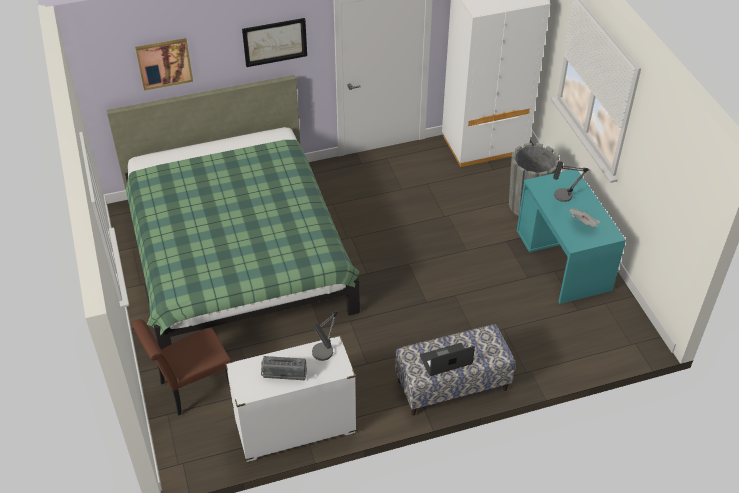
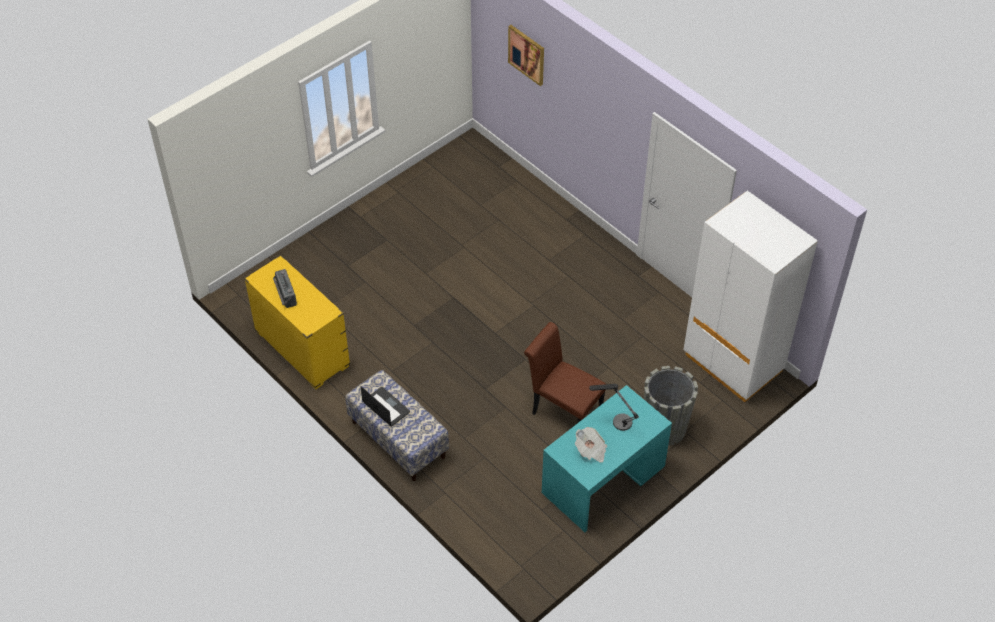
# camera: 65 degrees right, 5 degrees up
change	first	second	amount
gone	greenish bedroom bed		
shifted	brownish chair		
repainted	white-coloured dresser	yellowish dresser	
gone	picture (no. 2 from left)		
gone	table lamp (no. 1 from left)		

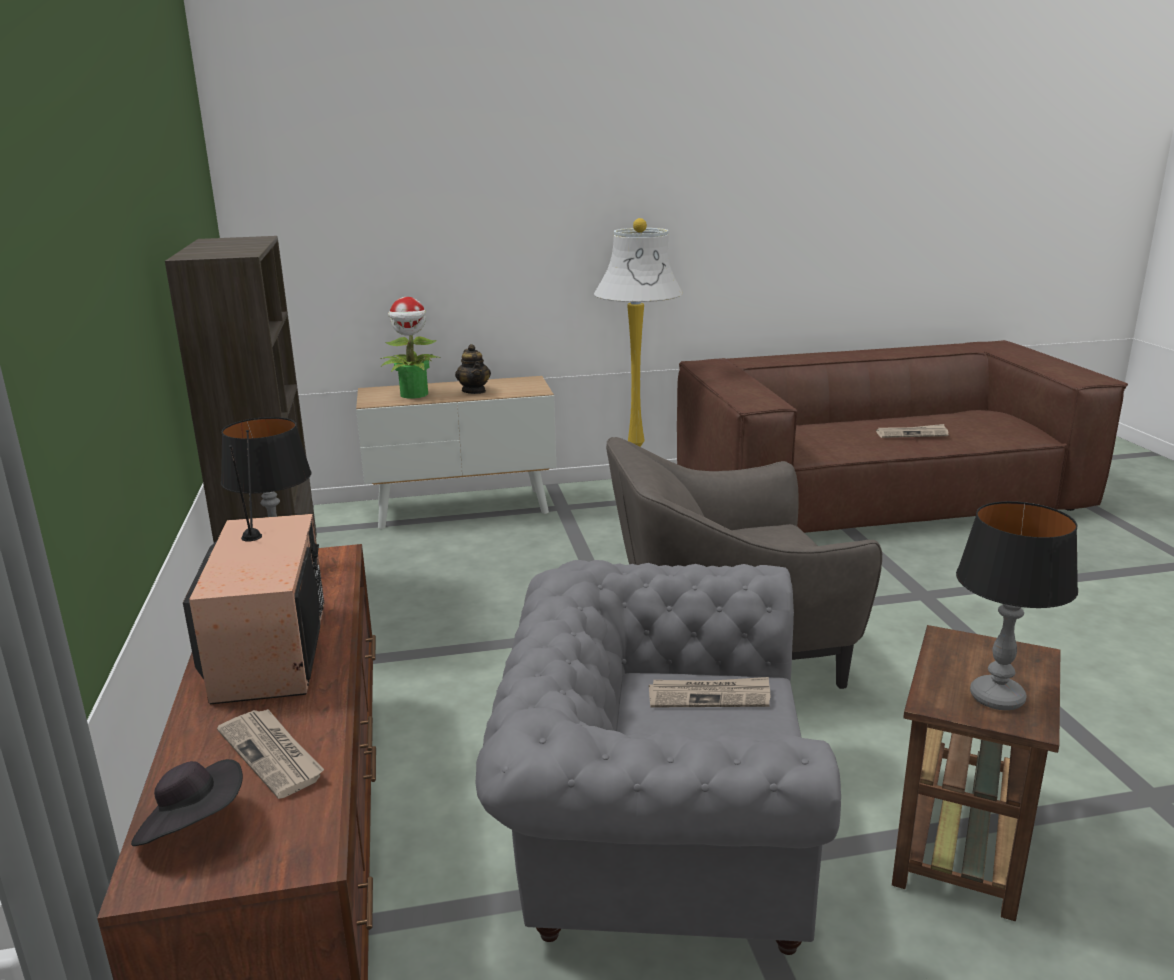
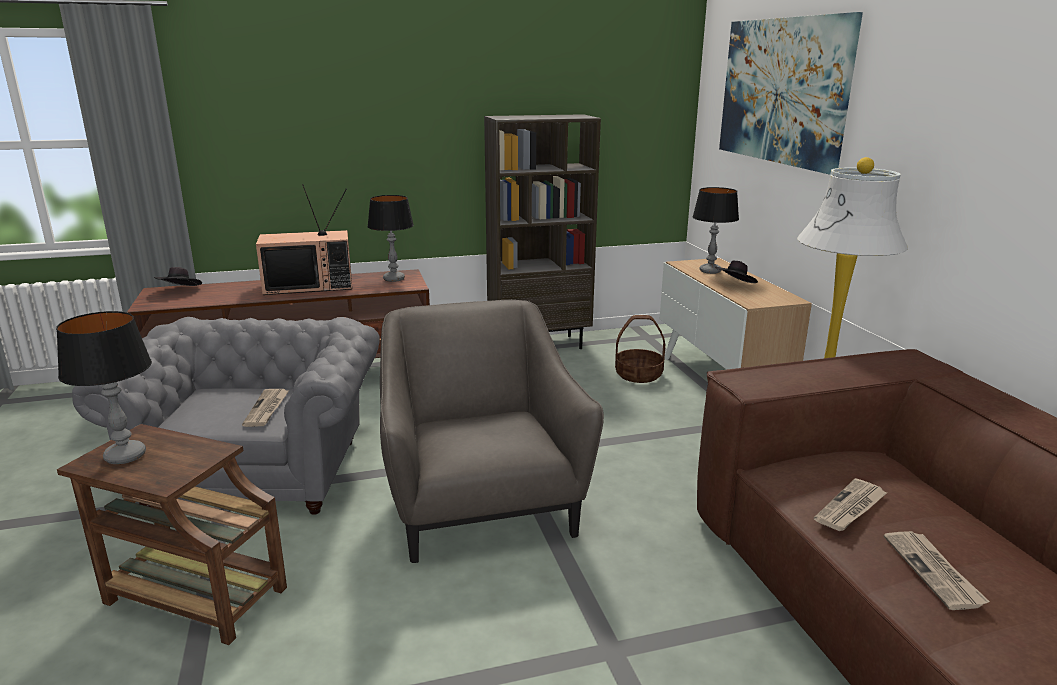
# camera: 85 degrees right, 0 degrees up
change	first	second	amount
shifted	daily paper (no. 1 from left in the first image)	daily paper (no. 2 from left)	
swapped	potted plant	table lamp (no. 3 from left)	
swapped	tea pot	black-coloured wearable hat (no. 2 from left)	
new		basket	
new		picture	

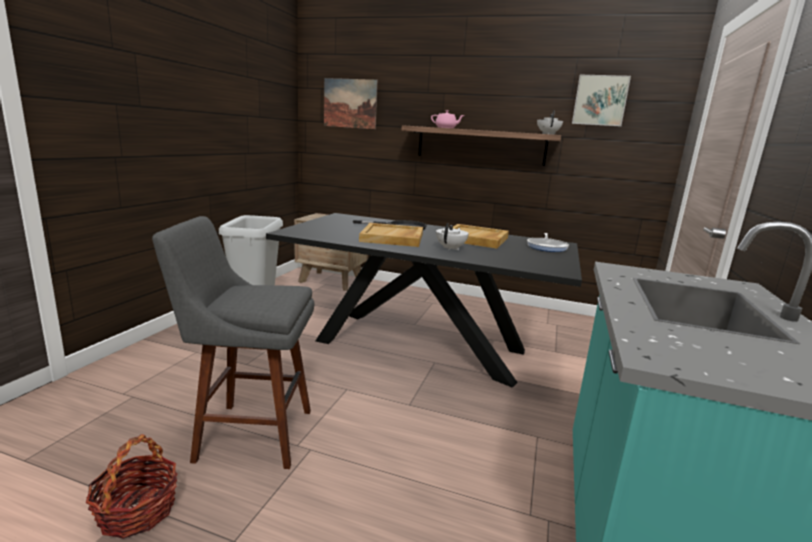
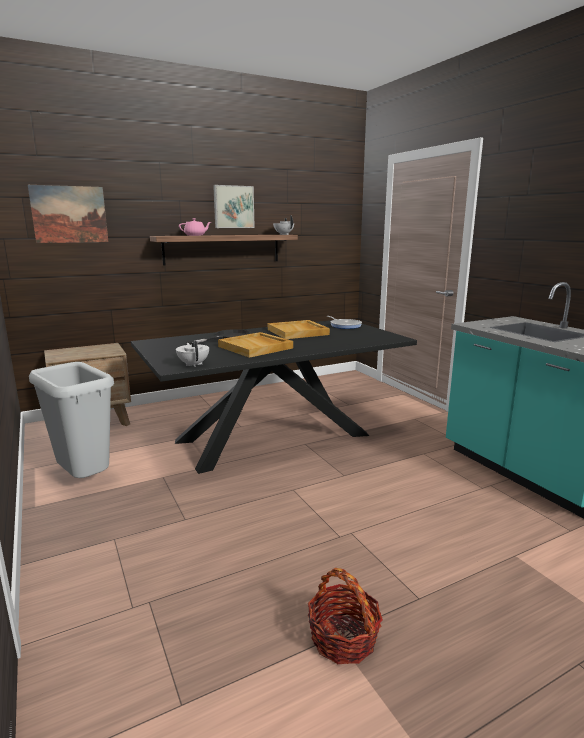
# camera: 45 degrees left, 0 degrees up
change	first	second	amount
gone	grey sitting stool		
shifted	white-coloured tea pot (no. 1 from left)		
shifted	picture (no. 2 from left)		

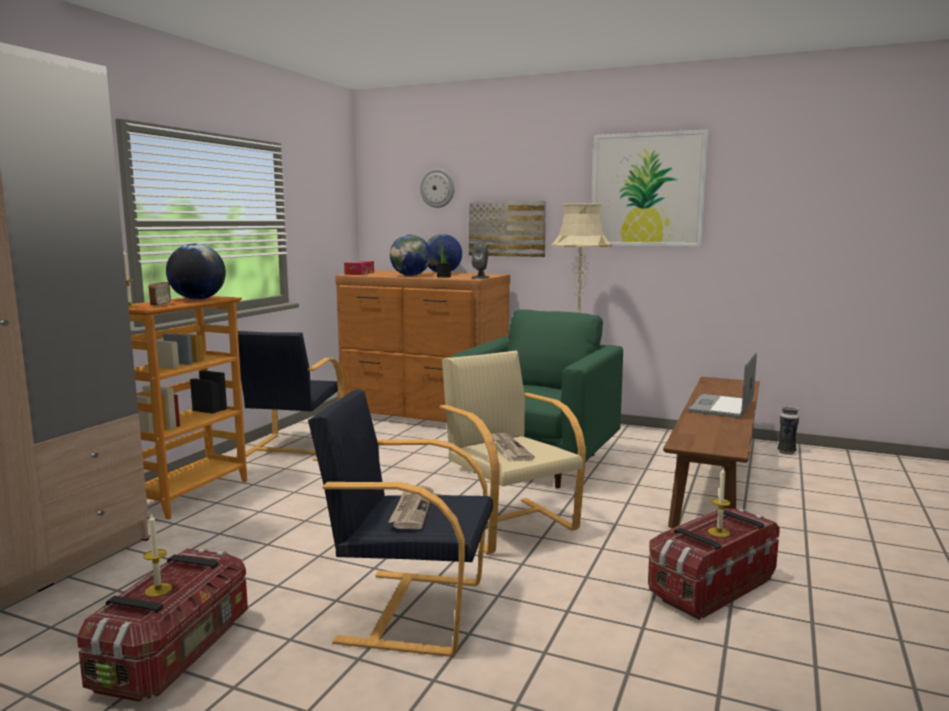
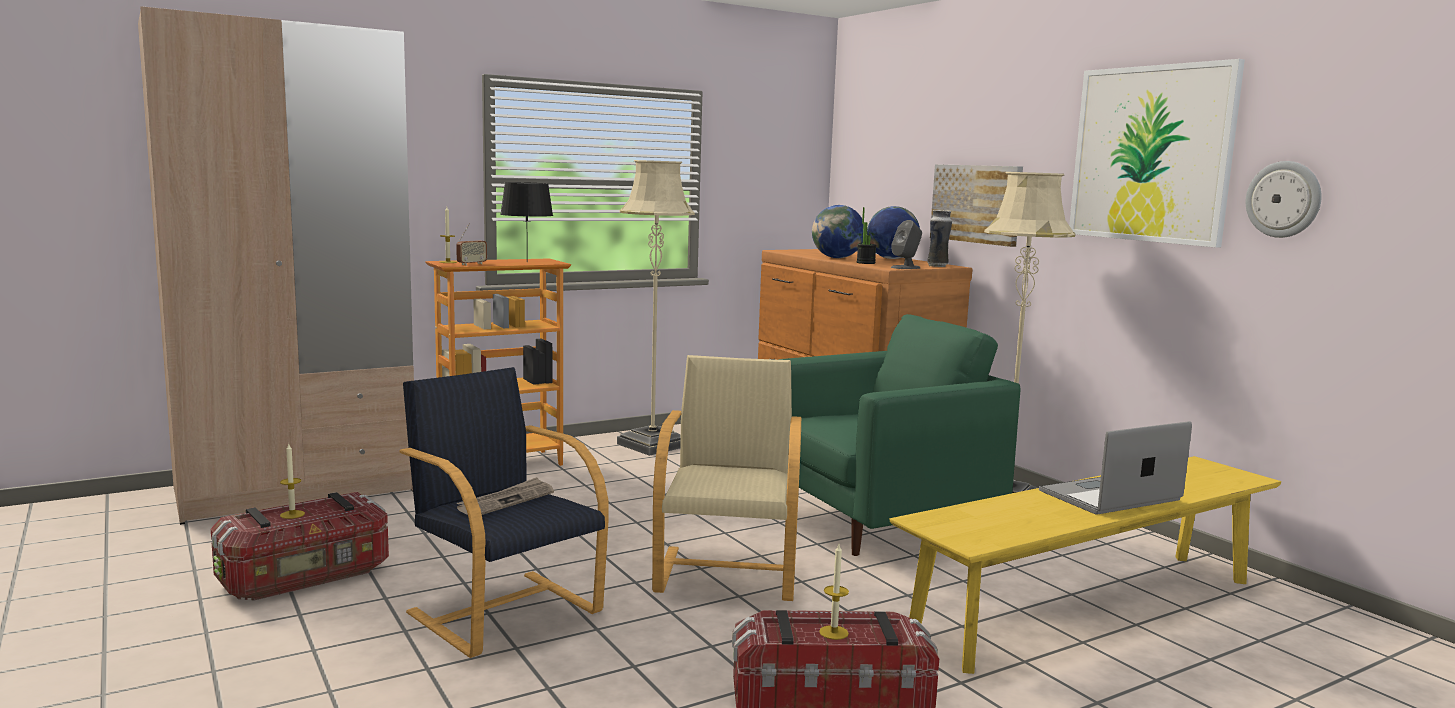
# camera: 35 degrees right, 0 degrees up
change	first	second	amount
swapped	desk globe (no. 1 from left)	black-coloured table lamp	
swapped	black-coloured easy chair (no. 1 from left)	beige standard lamp (no. 1 from left)	
gone	tissue box		
shifted	clock on the wall		
gone	daily paper (no. 2 from left)		
repainted	brownish long seat	yellowish long seat	
shifted	flower vase		

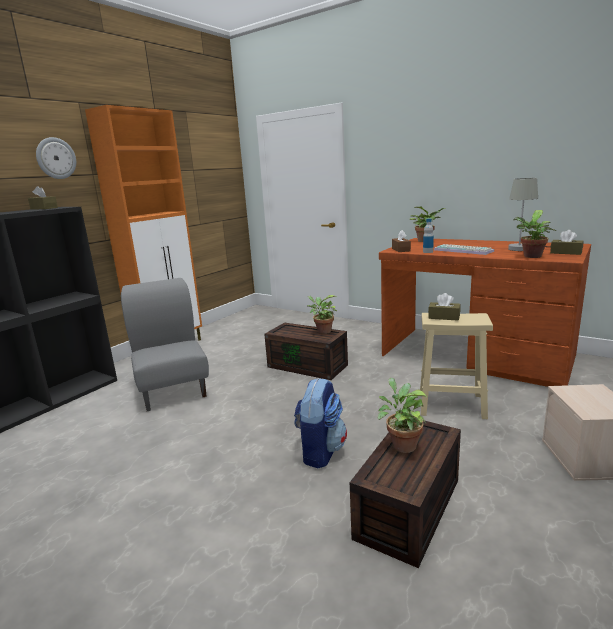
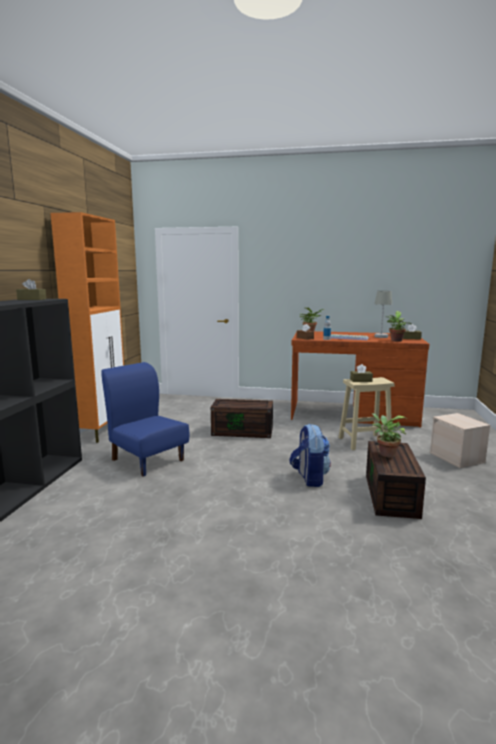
# camera: 25 degrees left, 5 degrees down
change	first	second	amount
gone	clock on the wall		
repainted	grey chair	blue-coloured chair	
gone	potted plant (no. 1 from left)		

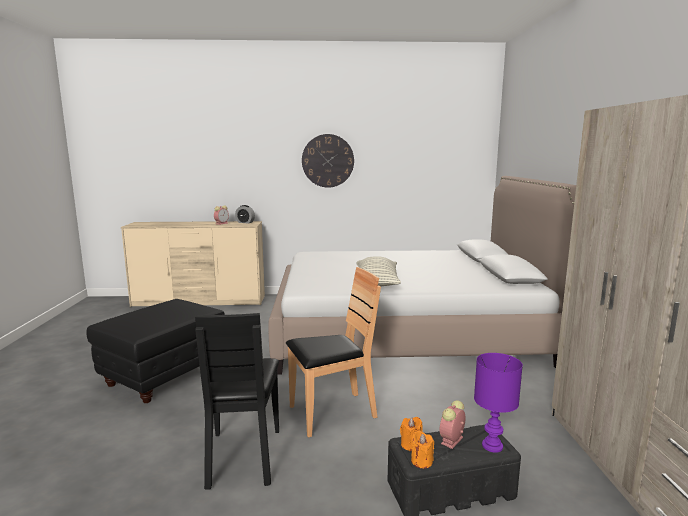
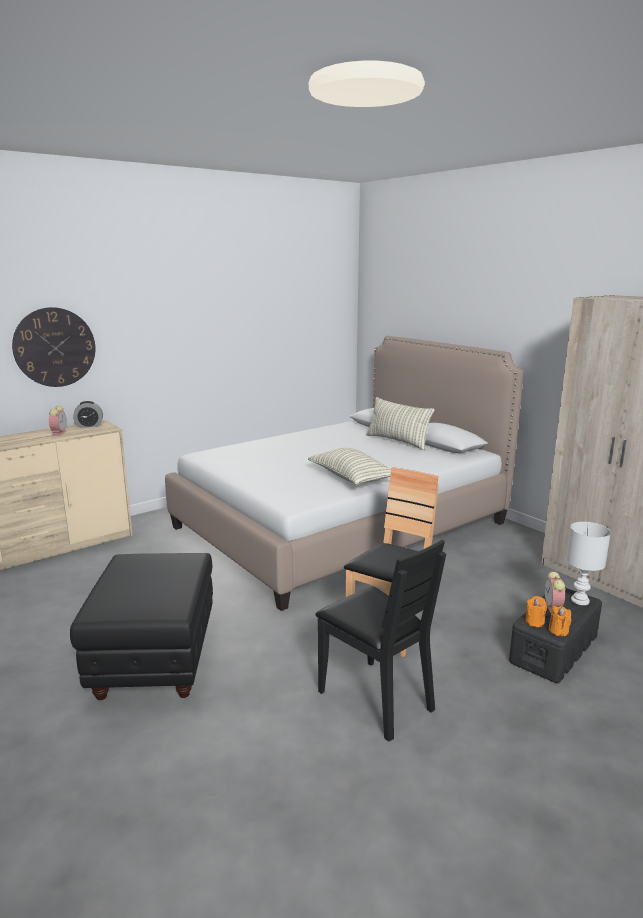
# camera: 35 degrees left, 5 degrees up
change	first	second	amount
shifted	clock on the wall		
repainted	purplish table lamp	white-coloured table lamp	
new		pillow (no. 2 from left)	

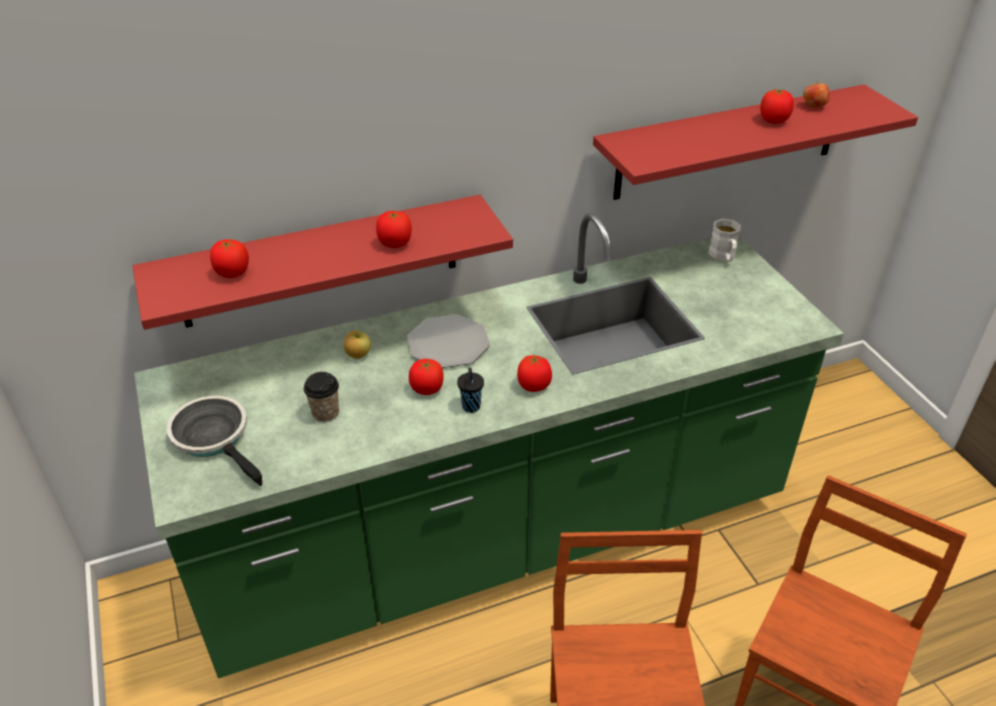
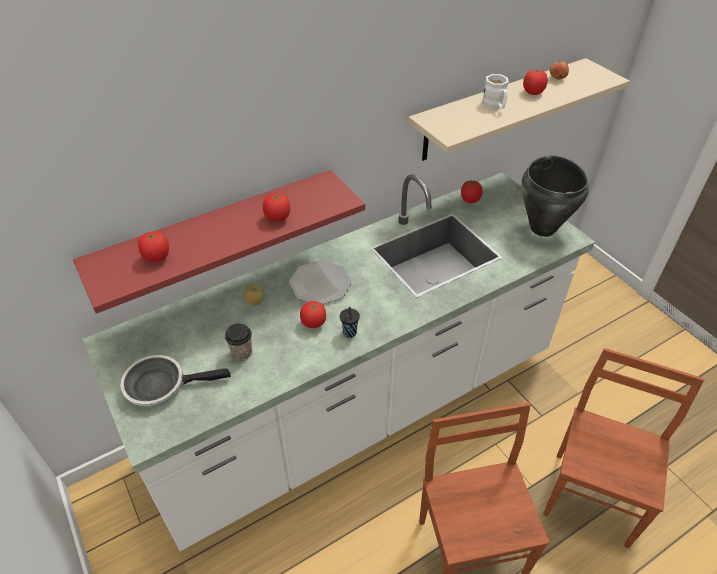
# camera: 10 degrees left, 5 degrees up
change	first	second	amount
repainted	greenish counter	white-coloured counter	
rotated	frying pan		45 degrees counterclockwise
shifted	whole tomato (no. 4 from left)		
repainted	reddish shelf (no. 2 from left)	beige shelf	
shifted	white-coloured coffee mug		
new		black-coloured saucepot	

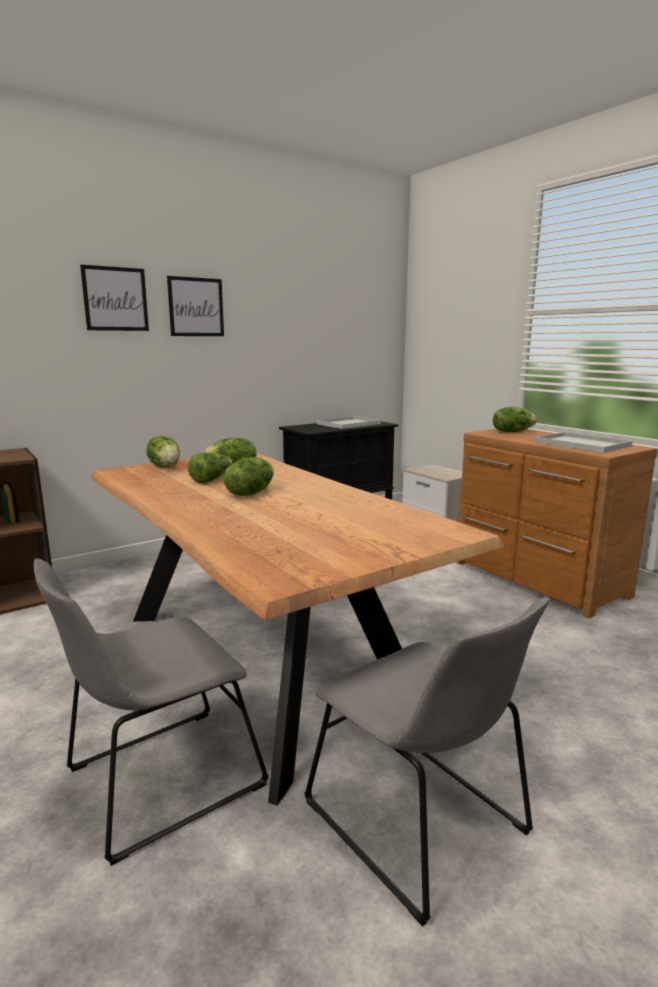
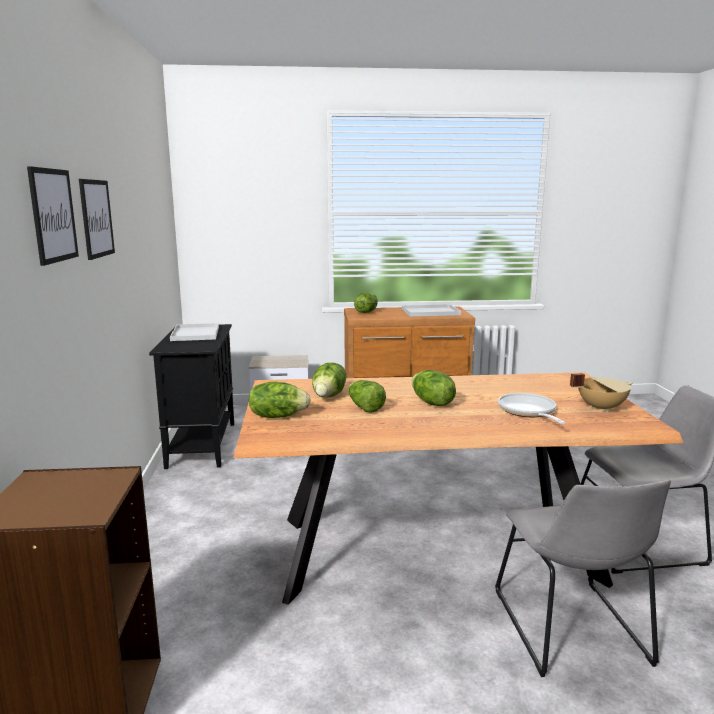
# camera: 60 degrees left, 0 degrees up
change	first	second	amount
new		frying pan	
new		beige saucepot	

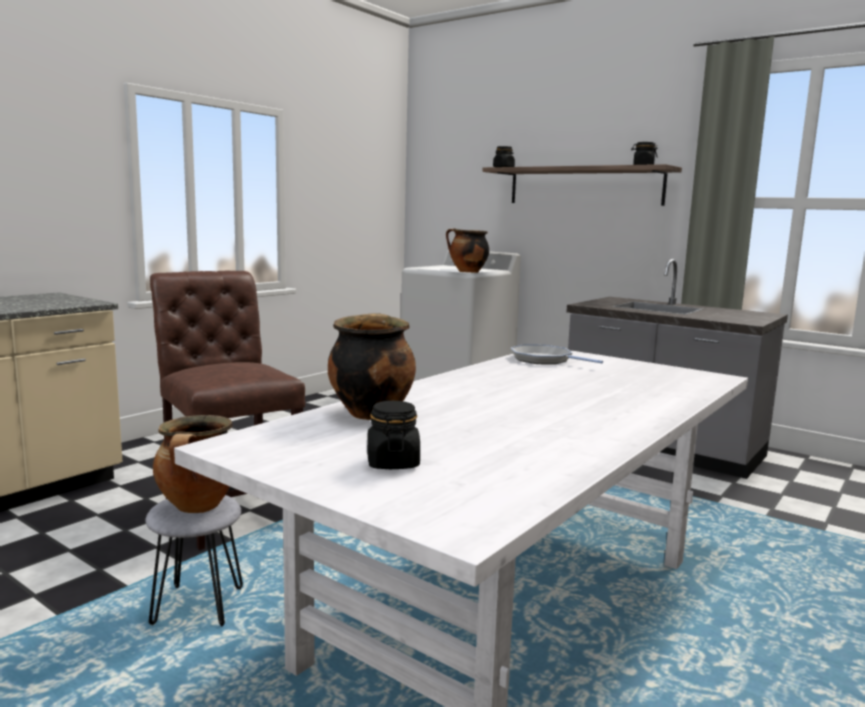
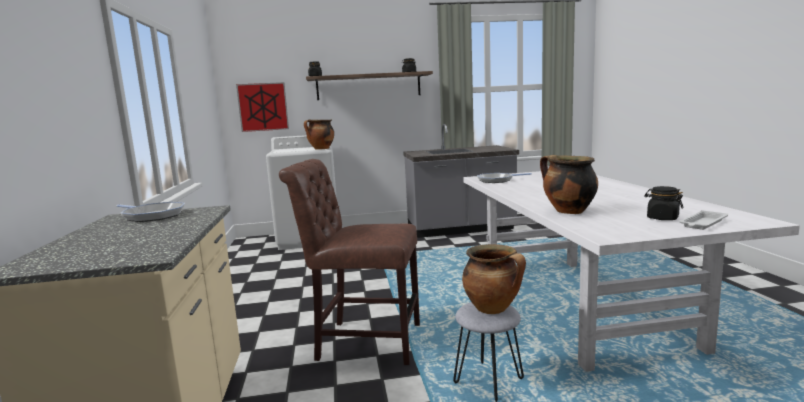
# camera: 45 degrees left, 0 degrees up
change	first	second	amount
new		frying pan (no. 1 from left)	
new		picture	
new		white-coloured tray	

